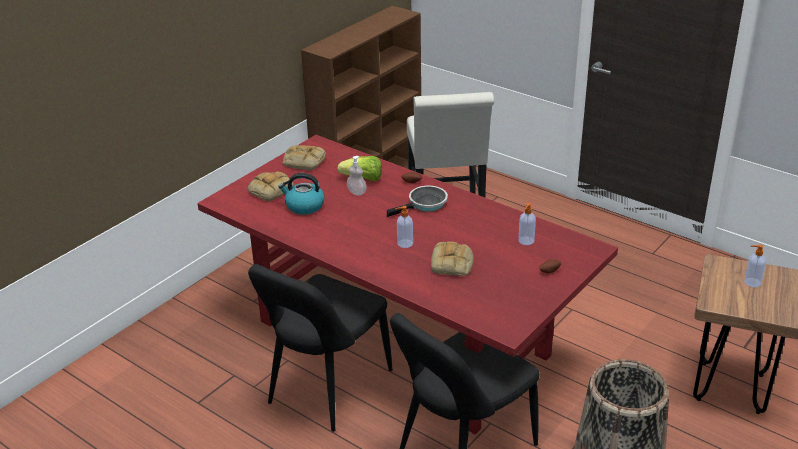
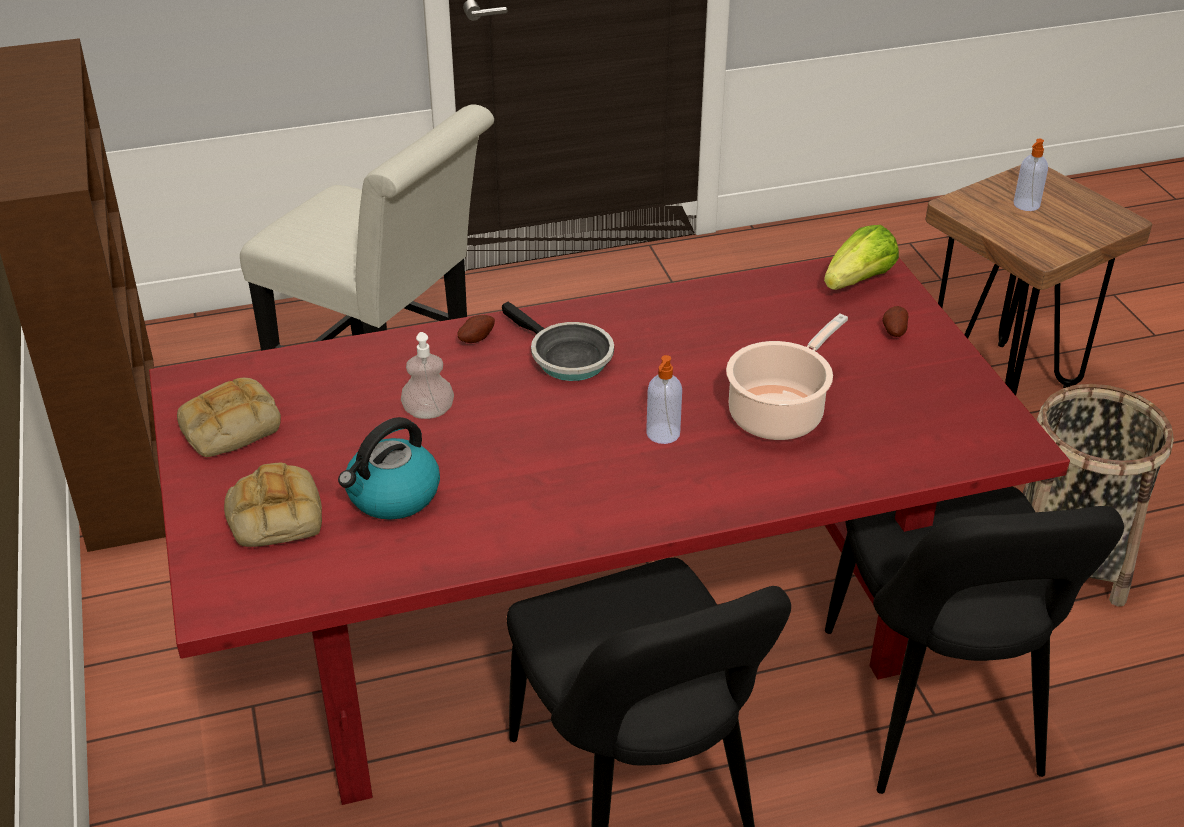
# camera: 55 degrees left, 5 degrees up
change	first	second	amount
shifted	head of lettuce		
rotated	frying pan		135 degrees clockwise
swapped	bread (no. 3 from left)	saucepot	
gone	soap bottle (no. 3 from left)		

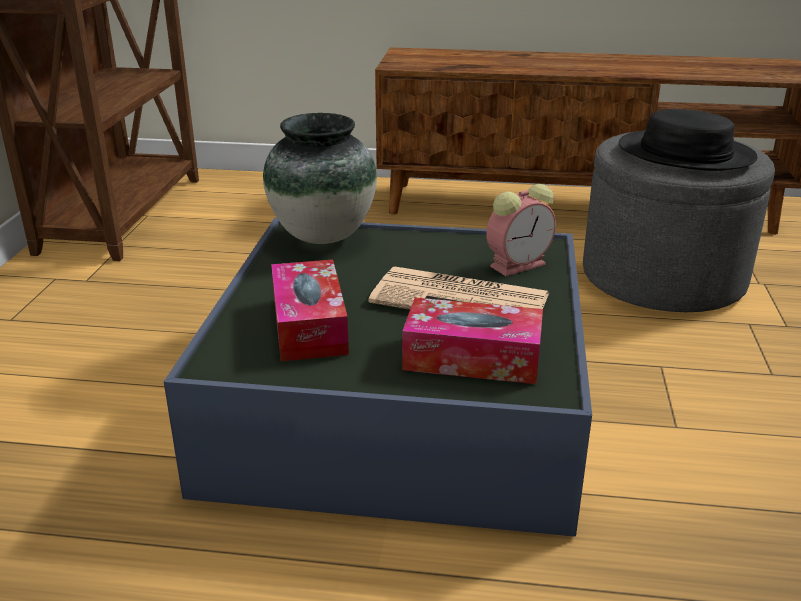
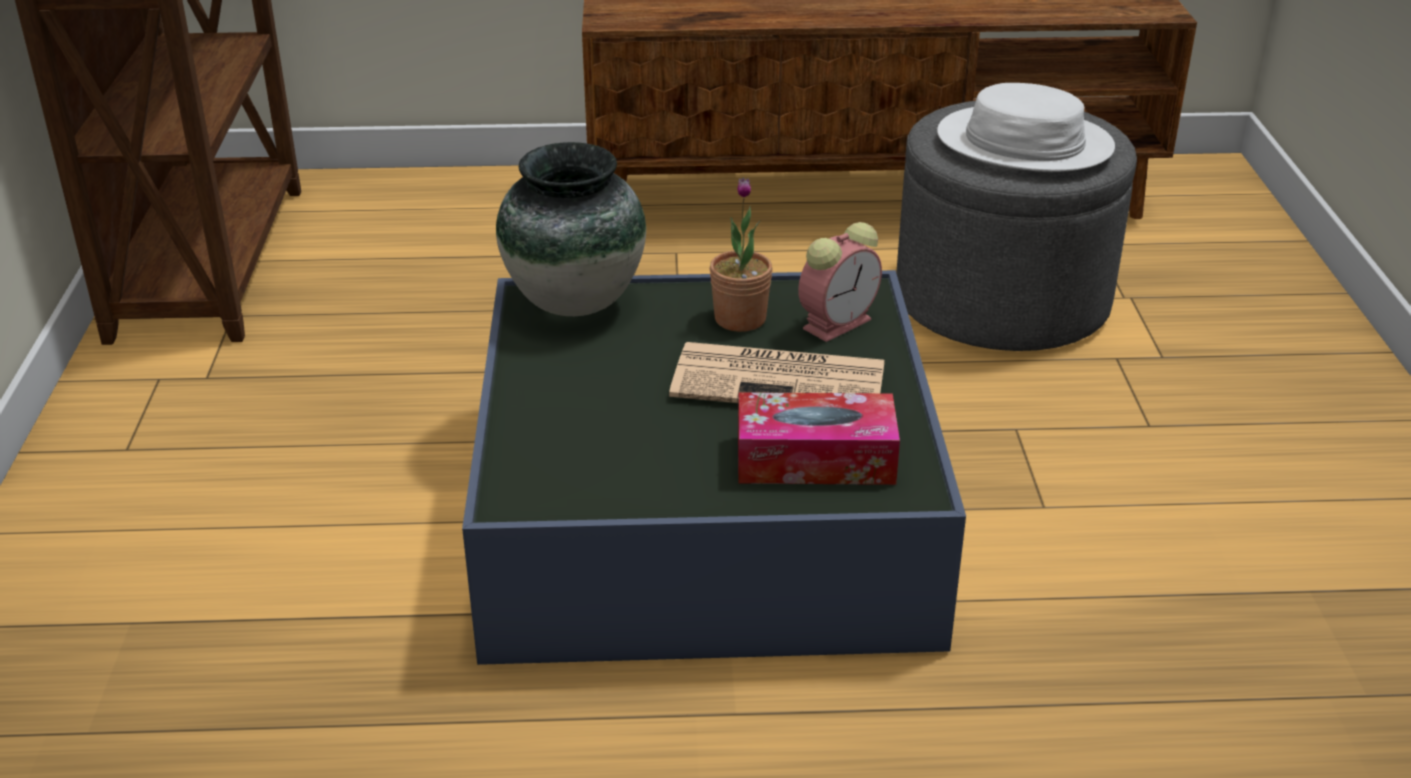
# camera: 10 degrees left, 5 degrees up
change	first	second	amount
gone	tissue box (no. 1 from left)		
repainted	black-coloured wearable hat	white-coloured wearable hat	
new		potted plant	

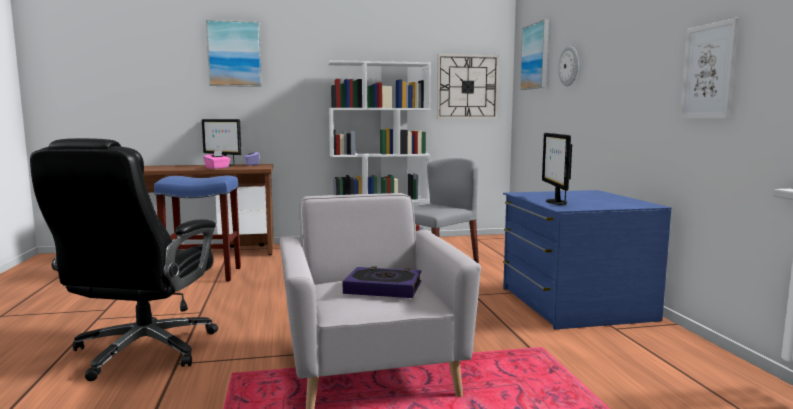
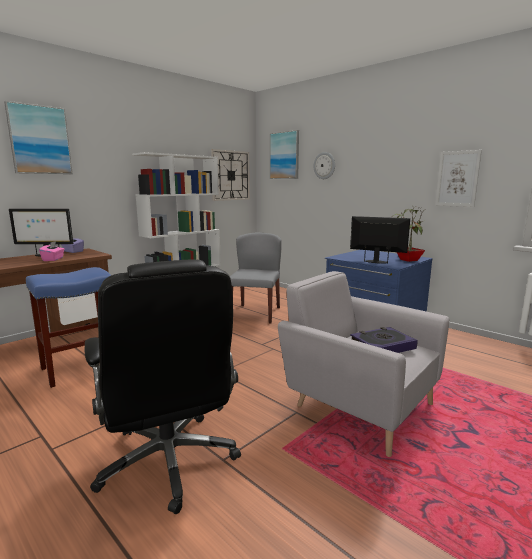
# camera: 35 degrees left, 5 degrees up
change	first	second	amount
rotated	computer display (no. 2 from left)		150 degrees clockwise
new		potted plant	

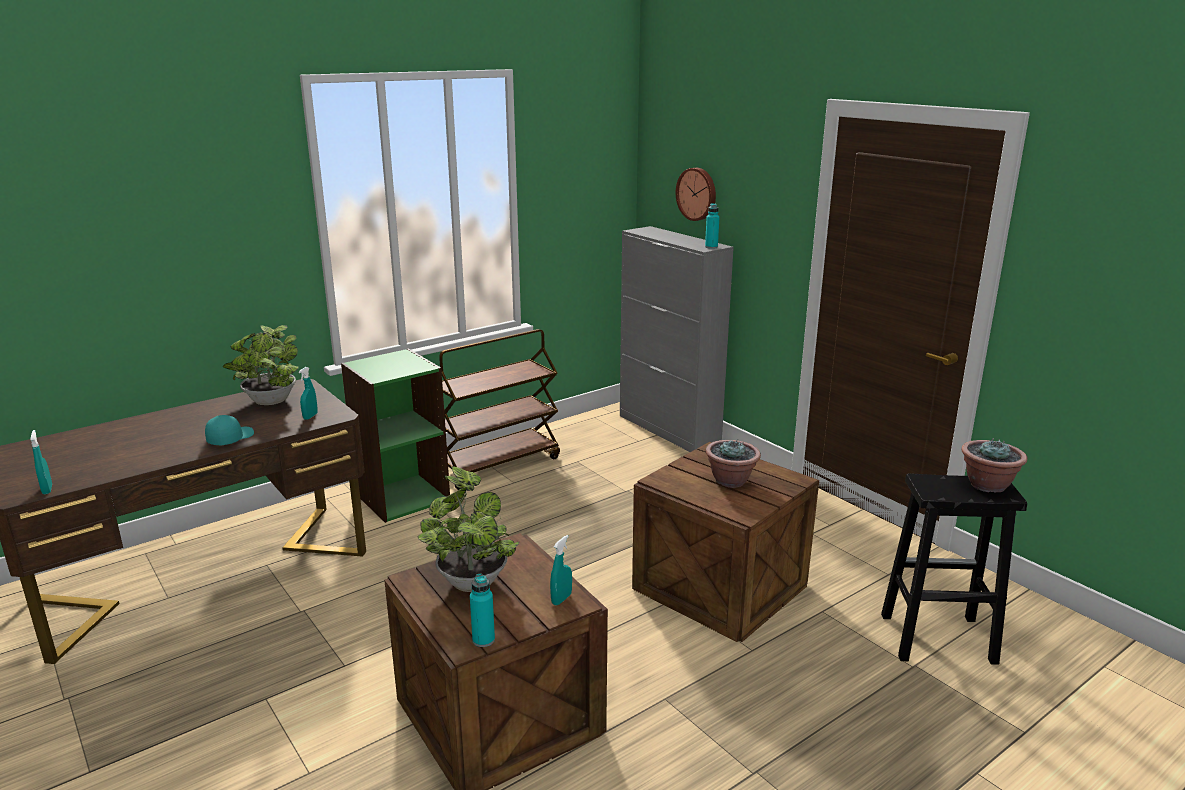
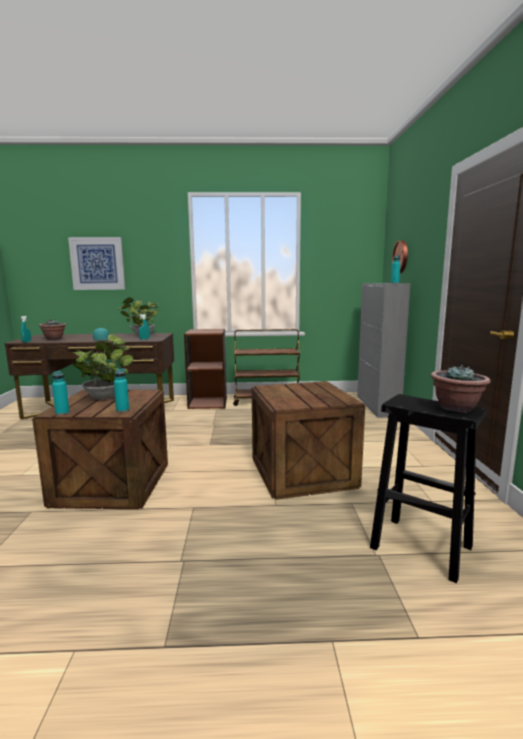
# camera: 35 degrees right, 10 degrees down
change	first	second	amount
repainted	greenish bookshelf	brownish bookshelf	
swapped	blue-green spray bottle (no. 3 from left)	blue-green bottle (no. 2 from left)	
shifted	potted plant (no. 3 from left in the first image)	potted plant (no. 1 from left)	
new		picture	

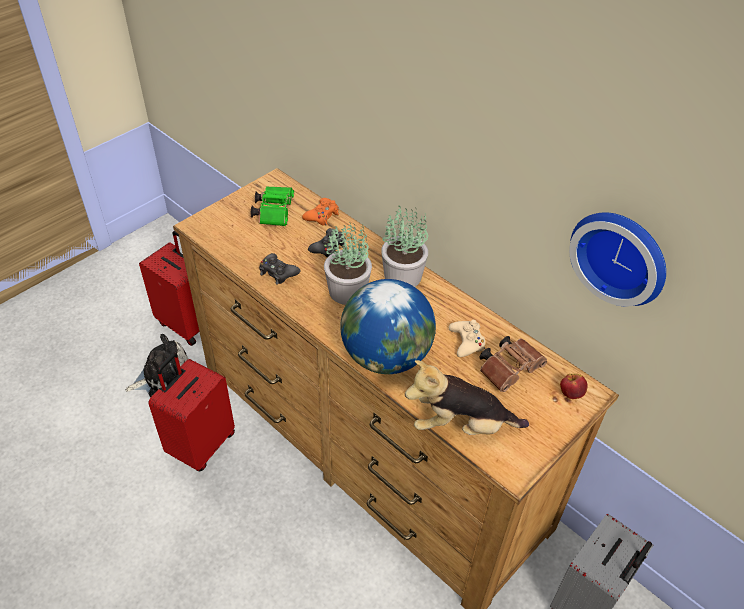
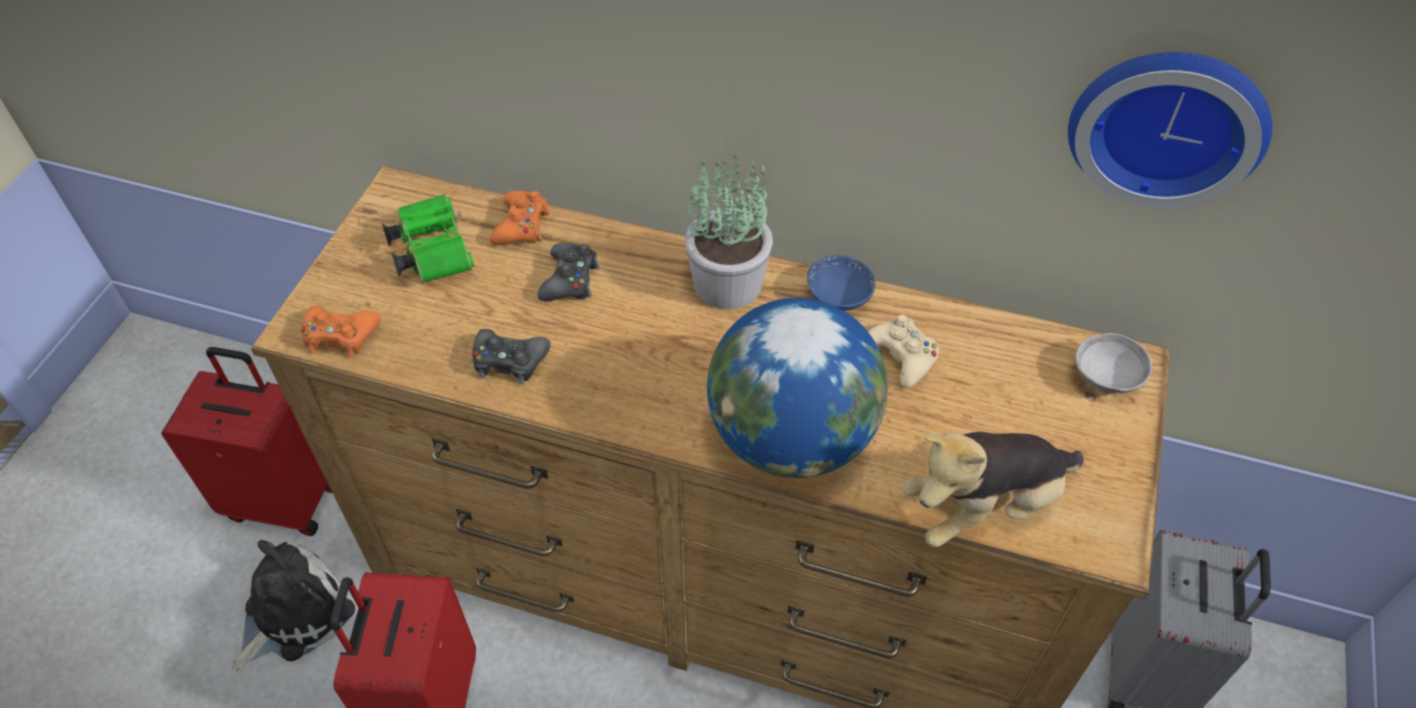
# camera: 25 degrees left, 5 degrees up
change	first	second	amount
gone	potted plant (no. 1 from left)		
gone	brownish pair of binoculars		
swapped	whole apple	grey bowl	
new		orange-coloured gamepad (no. 1 from left)	
new		blue-coloured bowl	

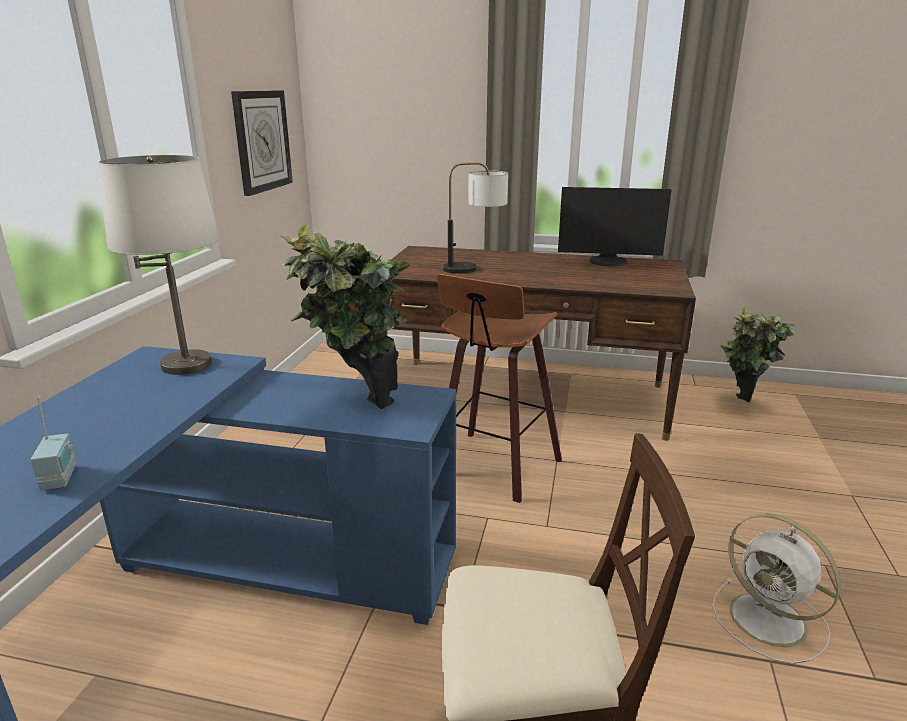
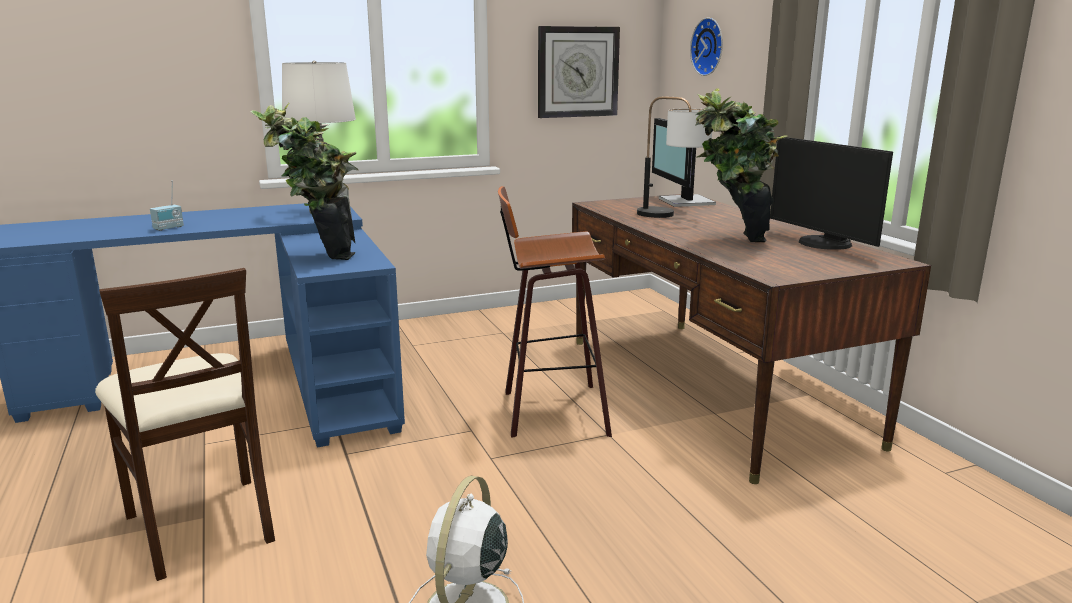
# camera: 55 degrees right, 5 degrees down
change	first	second	amount
shifted	potted plant (no. 2 from left)		
new		computer display (no. 1 from left)	
new		clock on the wall (no. 2 from left)	

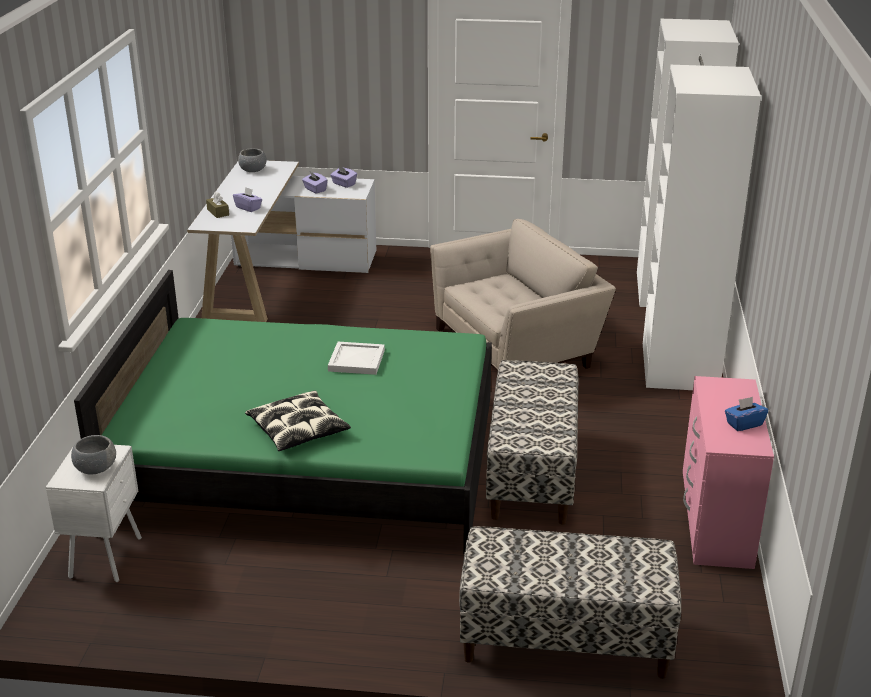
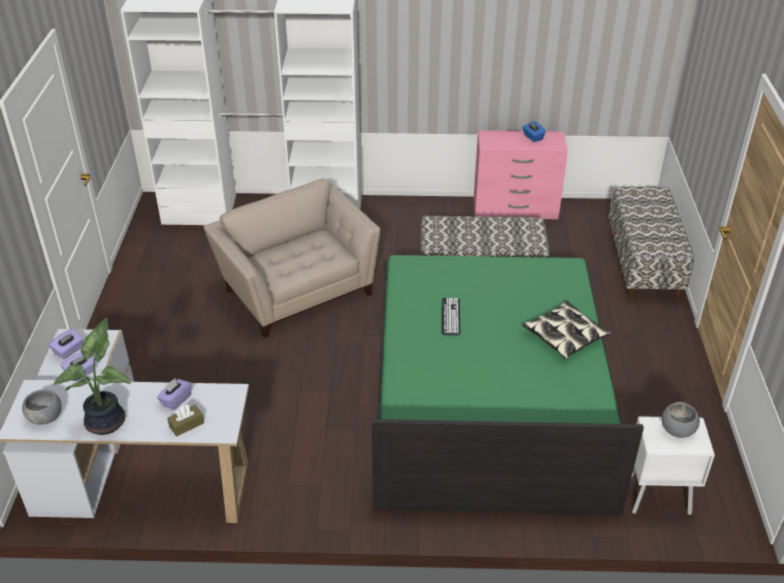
# camera: 95 degrees left, 10 degrees up
change	first	second	amount
swapped	white-coloured tray	keyboard	
new		potted plant	

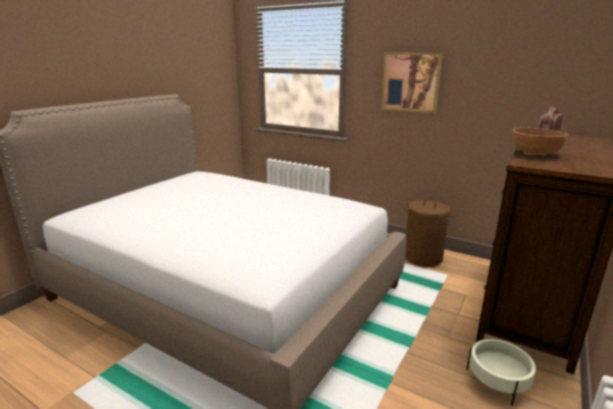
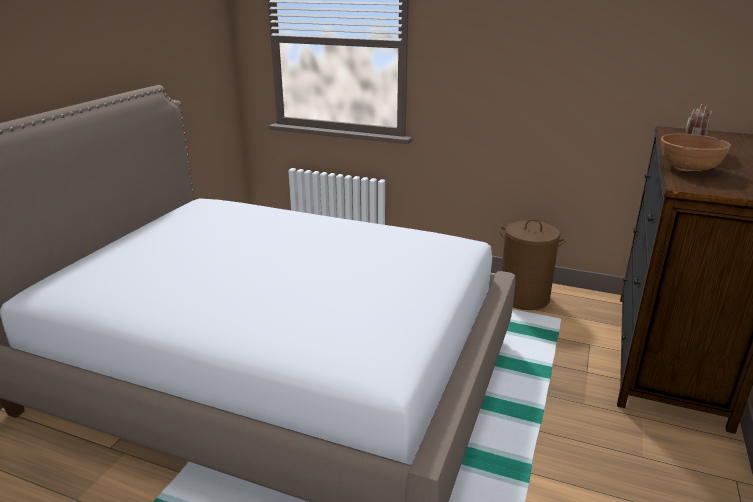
# camera: 10 degrees left, 5 degrees up
change	first	second	amount
gone	picture		
gone	beige planter		

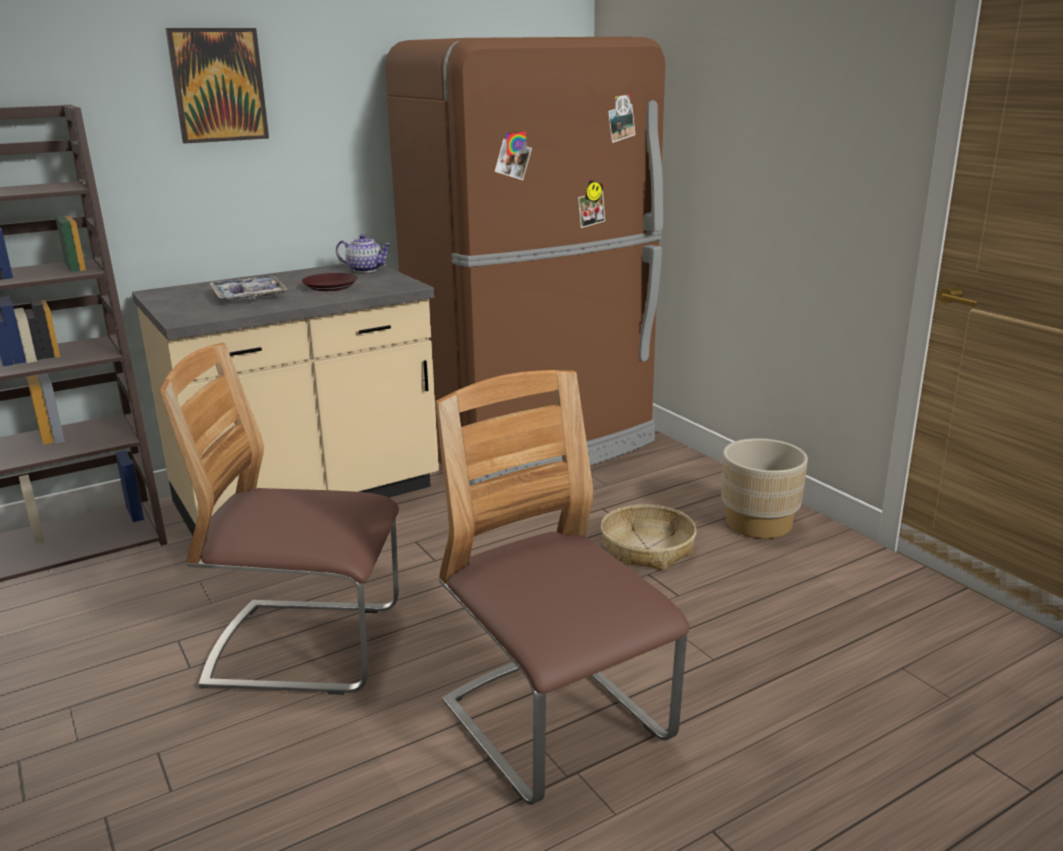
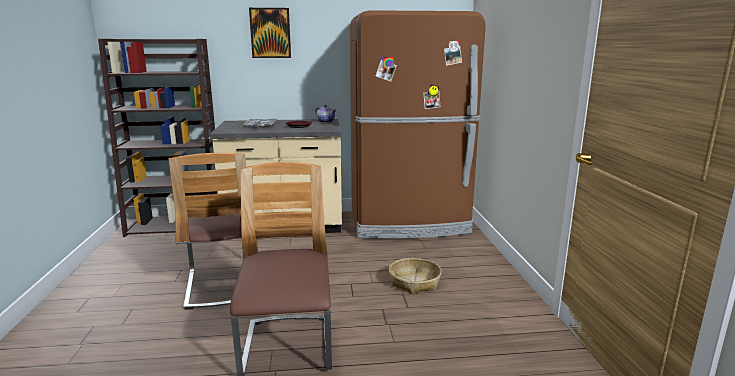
# camera: 25 degrees right, 5 degrees down
change	first	second	amount
rotated	chair (no. 1 from left)		135 degrees counterclockwise
gone	beige planter		

